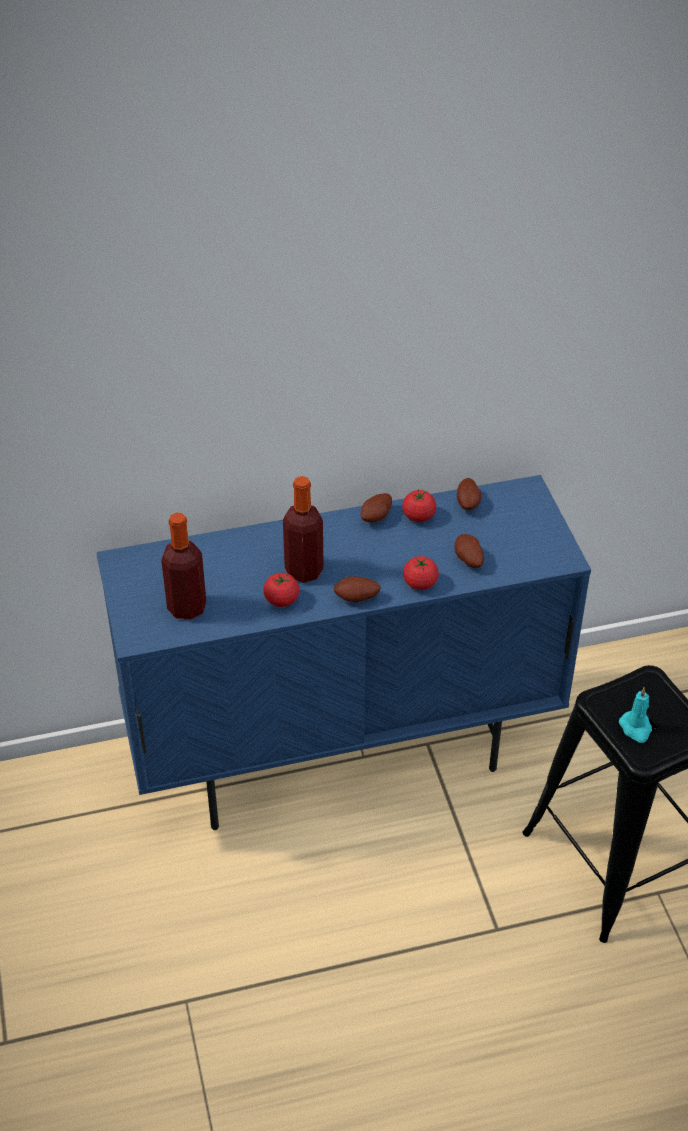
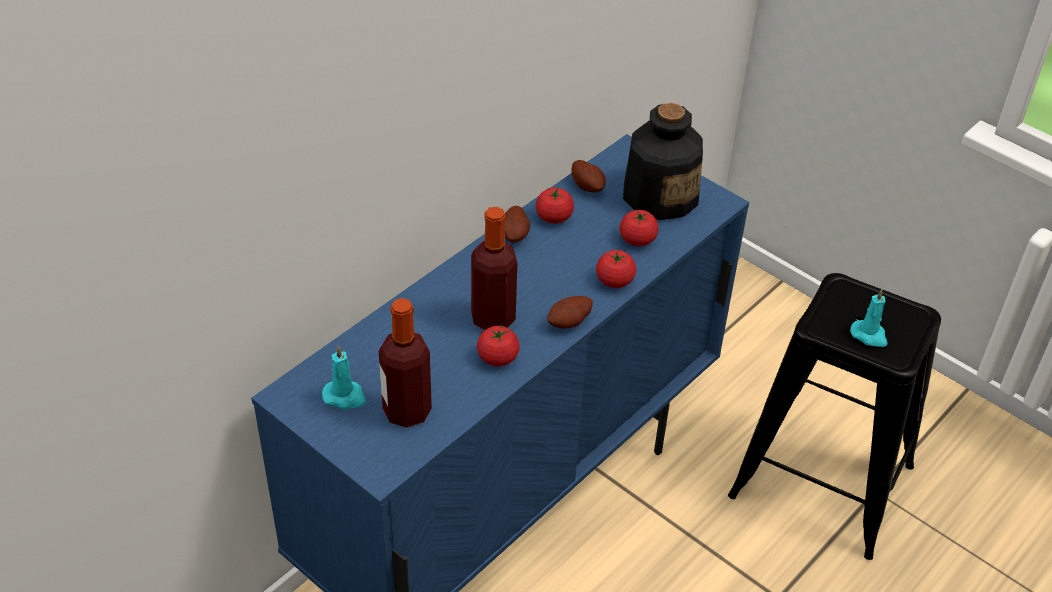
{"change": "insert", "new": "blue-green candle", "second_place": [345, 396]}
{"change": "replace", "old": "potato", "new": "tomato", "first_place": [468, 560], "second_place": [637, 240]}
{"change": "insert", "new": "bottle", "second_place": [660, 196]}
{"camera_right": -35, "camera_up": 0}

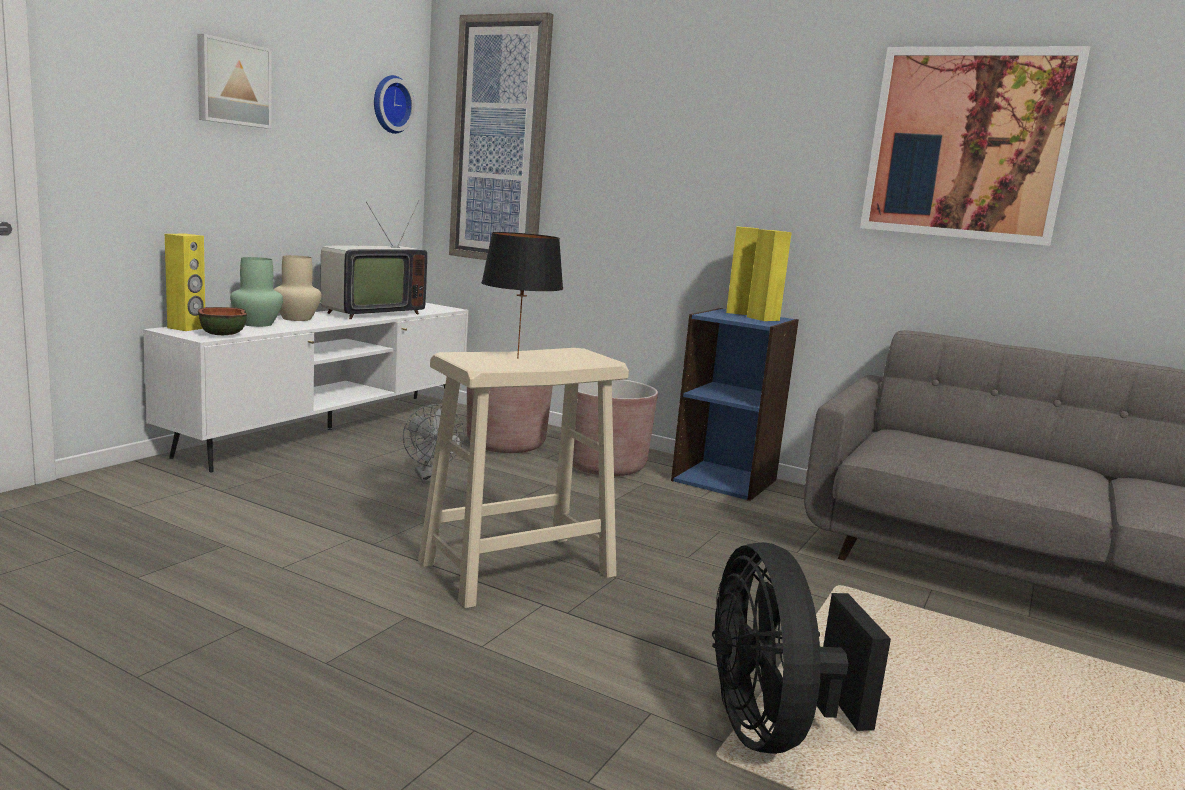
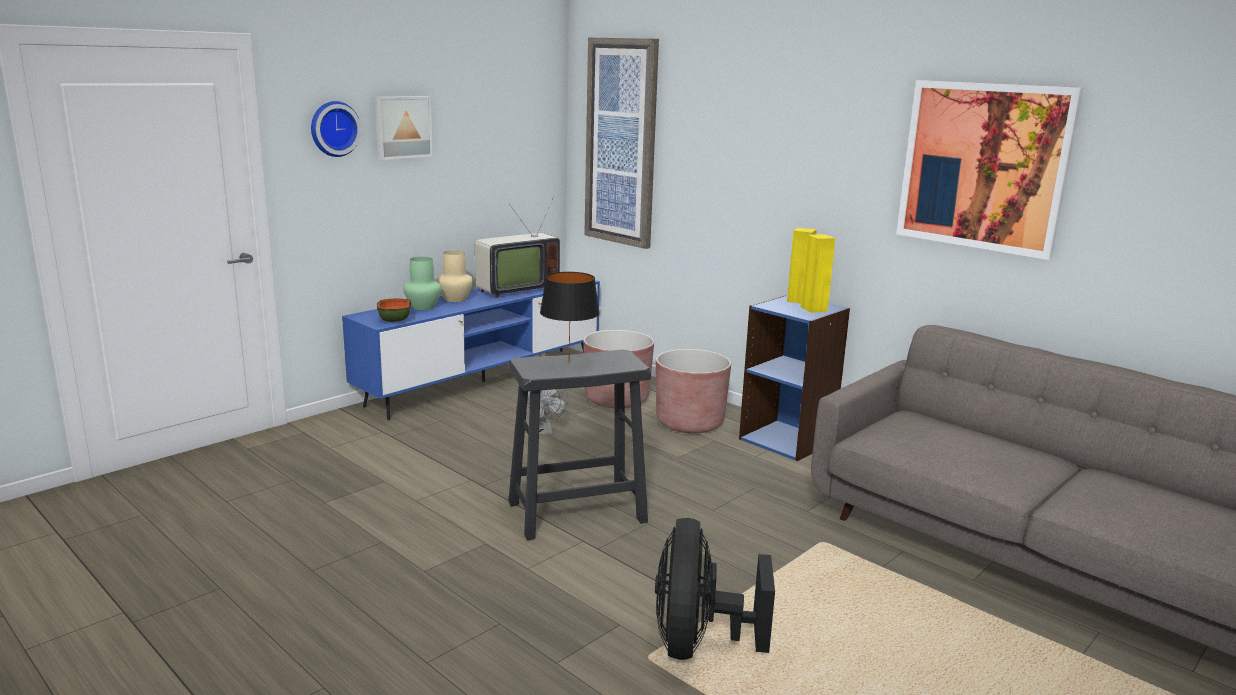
{"change": "move", "old": "wall clock", "first_place": [390, 104], "second_place": [333, 128]}
{"change": "recolor", "old": "white-coloured media console", "new": "blue media console", "first_place": [330, 429], "second_place": [483, 382]}
{"change": "recolor", "old": "beige-coloured stool seat", "new": "black stool seat", "first_place": [518, 569], "second_place": [577, 512]}
{"change": "delete", "old": "yellow loudspeaker", "first_place": [187, 328]}
{"camera_right": 15, "camera_up": 5}

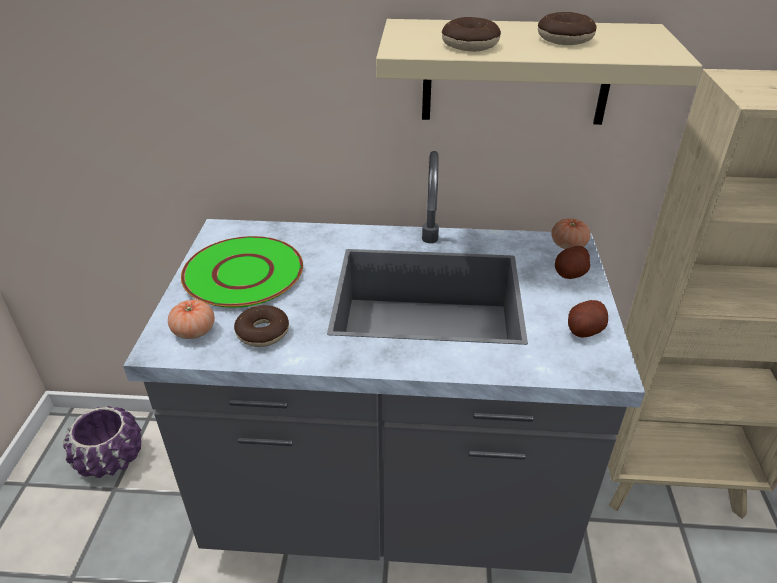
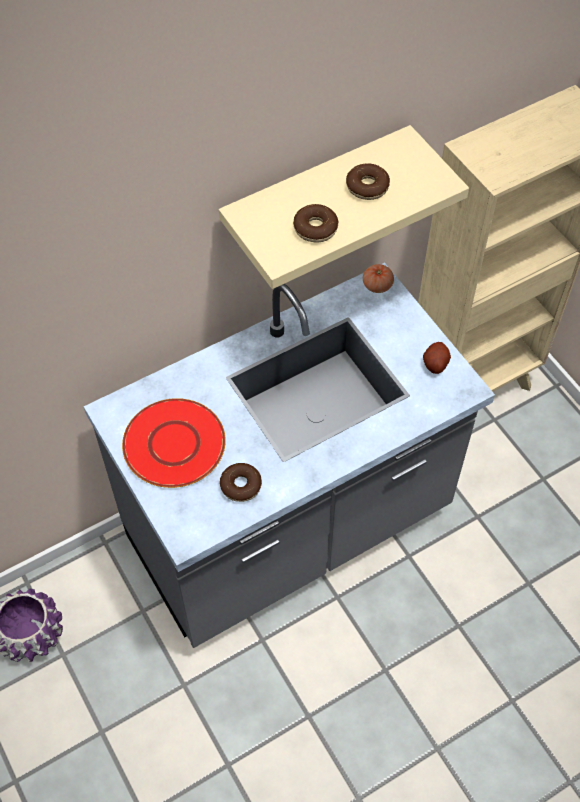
{"change": "recolor", "old": "greenish plate", "new": "reddish plate", "first_place": [243, 273], "second_place": [174, 443]}
{"change": "delete", "old": "tomato", "first_place": [194, 331]}
{"change": "delete", "old": "potato", "first_place": [570, 274]}
{"camera_right": -35, "camera_up": 20}

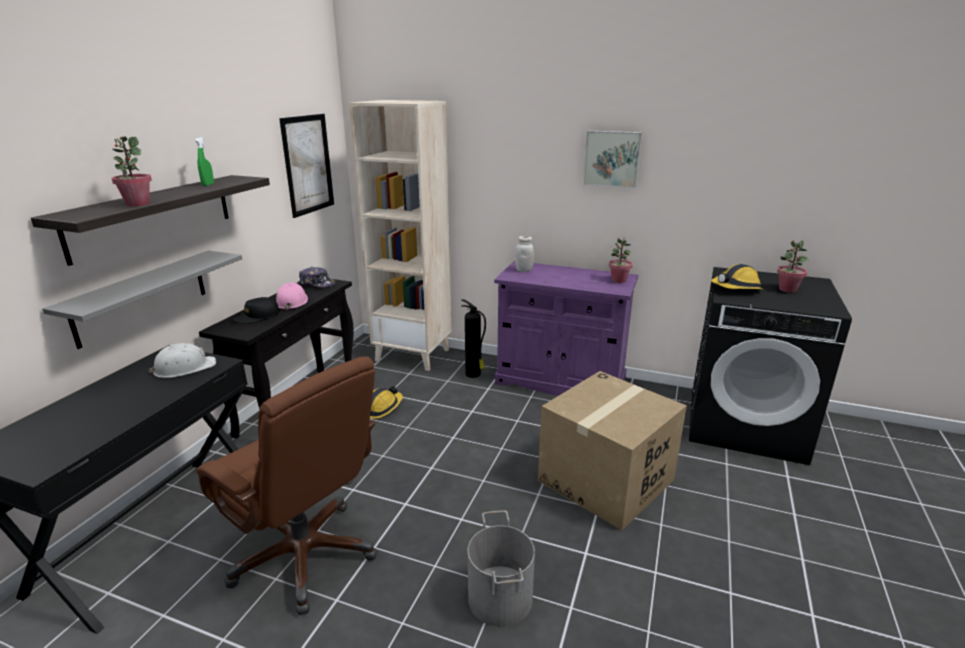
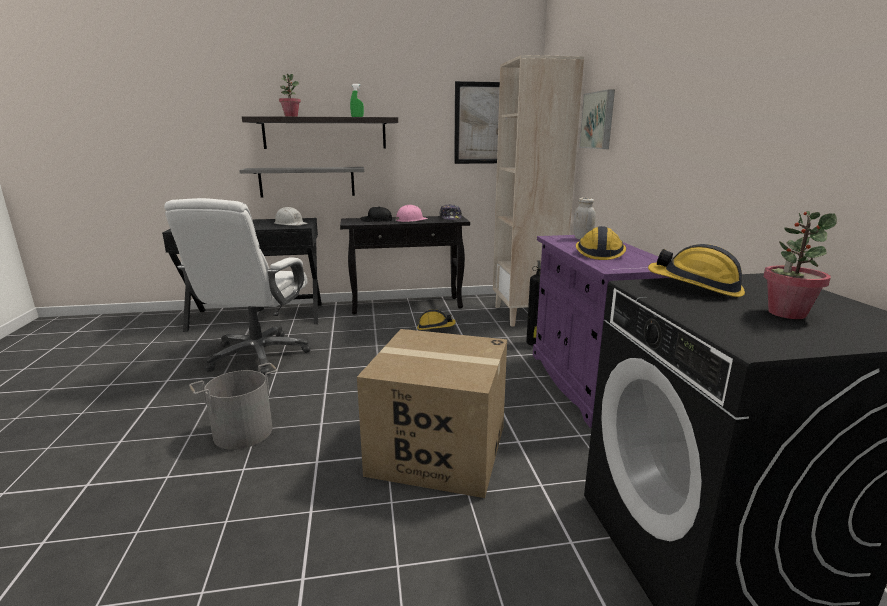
{"change": "recolor", "old": "brownish desk chair", "new": "white-coloured desk chair", "first_place": [305, 555], "second_place": [258, 355]}
{"change": "insert", "new": "safety helmet", "second_place": [599, 253]}
{"change": "move", "old": "wall art", "first_place": [612, 158], "second_place": [599, 120]}
{"change": "delete", "old": "plant in a pot", "first_place": [618, 280]}
{"camera_right": 60, "camera_up": -5}

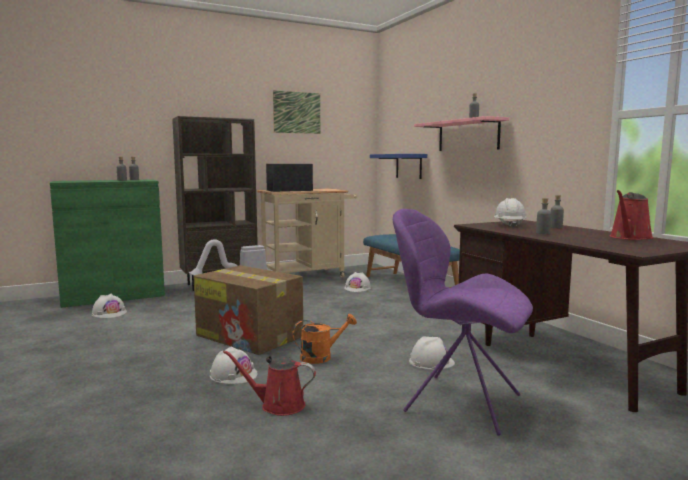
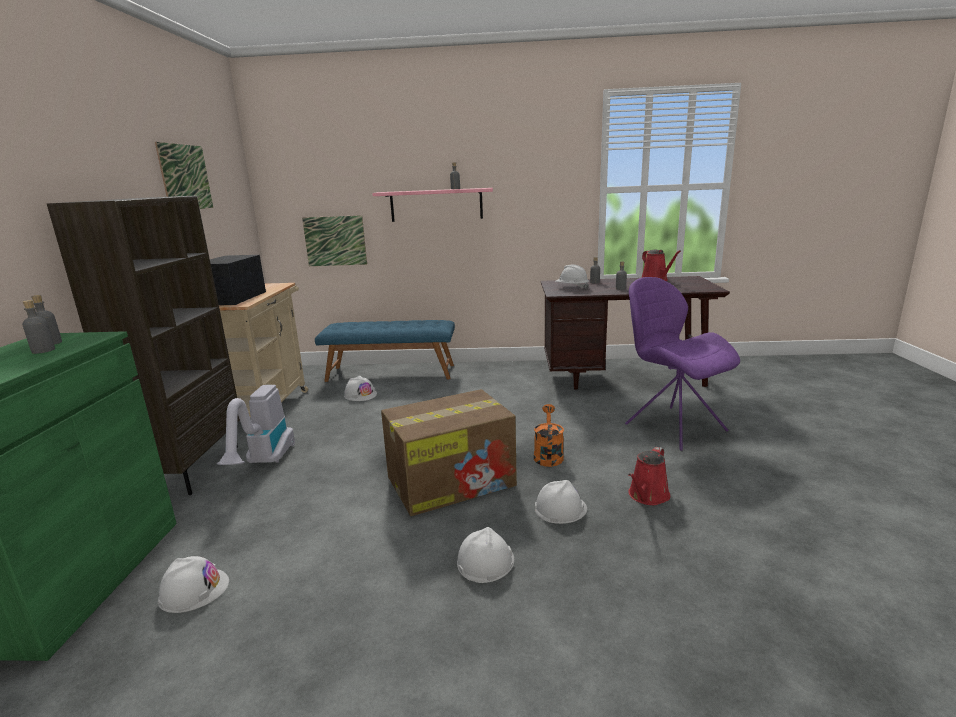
{"change": "replace", "old": "blue bracket shelf", "new": "wall art", "first_place": [408, 166], "second_place": [335, 241]}
{"change": "move", "old": "white-coloured safety helmet", "first_place": [431, 361], "second_place": [485, 561]}
{"change": "rotate", "old": "purple upright chair", "first_place": [458, 402], "second_place": [672, 426], "degrees": 90}
{"camera_right": -60, "camera_up": 10}

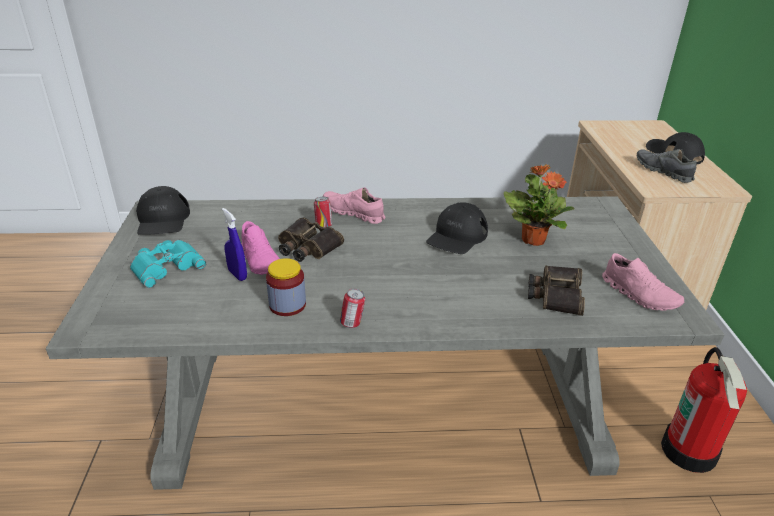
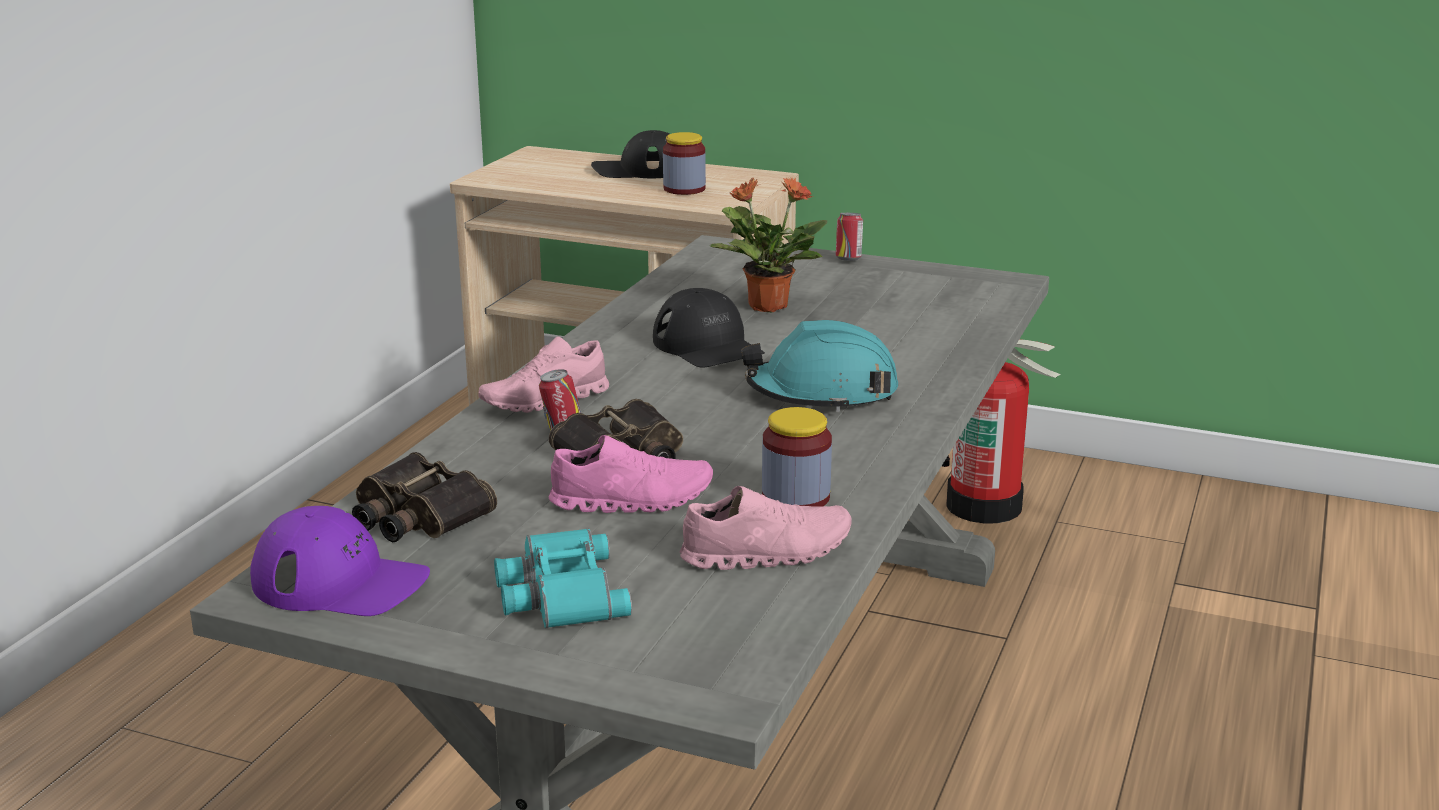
{"change": "recolor", "old": "black peaked cap", "new": "purple peaked cap", "first_place": [163, 219], "second_place": [341, 582]}
{"change": "move", "old": "pair of binoculars", "first_place": [555, 295], "second_place": [416, 515]}
{"change": "replace", "old": "grey shoe", "new": "preserve jar", "first_place": [663, 171], "second_place": [684, 189]}
{"change": "move", "old": "pink-coloured shoe", "first_place": [639, 295], "second_place": [766, 553]}
{"change": "insert", "new": "blue-green safety helmet", "second_place": [822, 393]}
{"change": "move", "old": "can", "first_place": [352, 324], "second_place": [848, 259]}
{"change": "delete", "old": "blue sprayer", "first_place": [237, 275]}
{"camera_right": -65, "camera_up": -10}

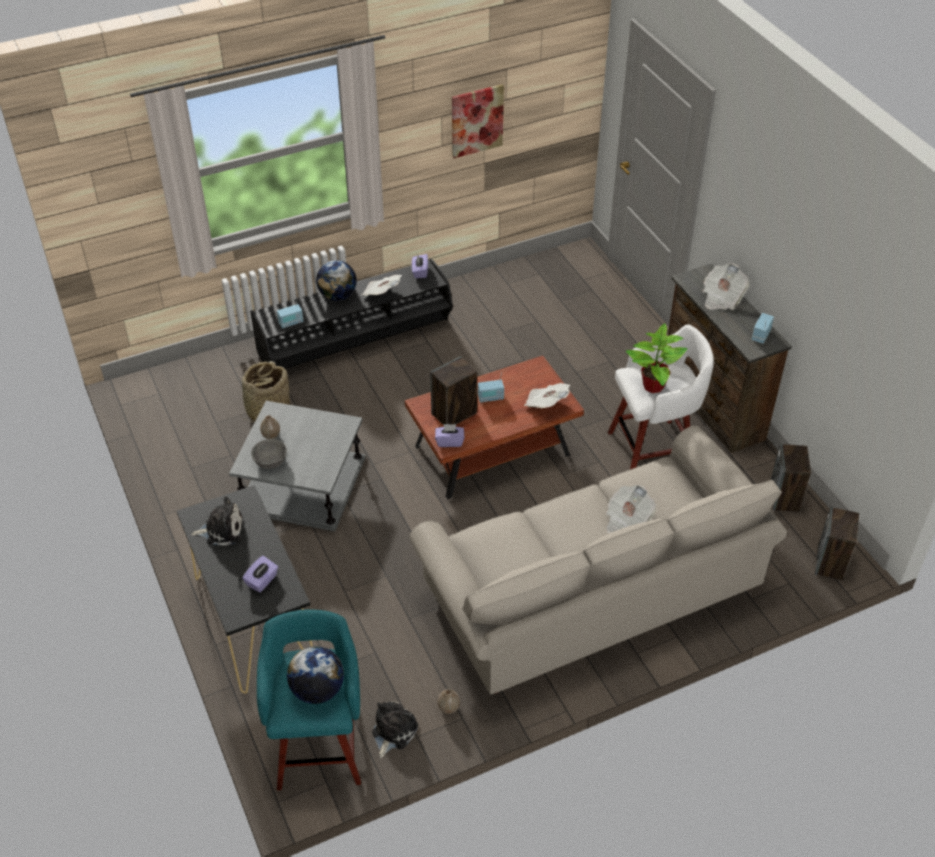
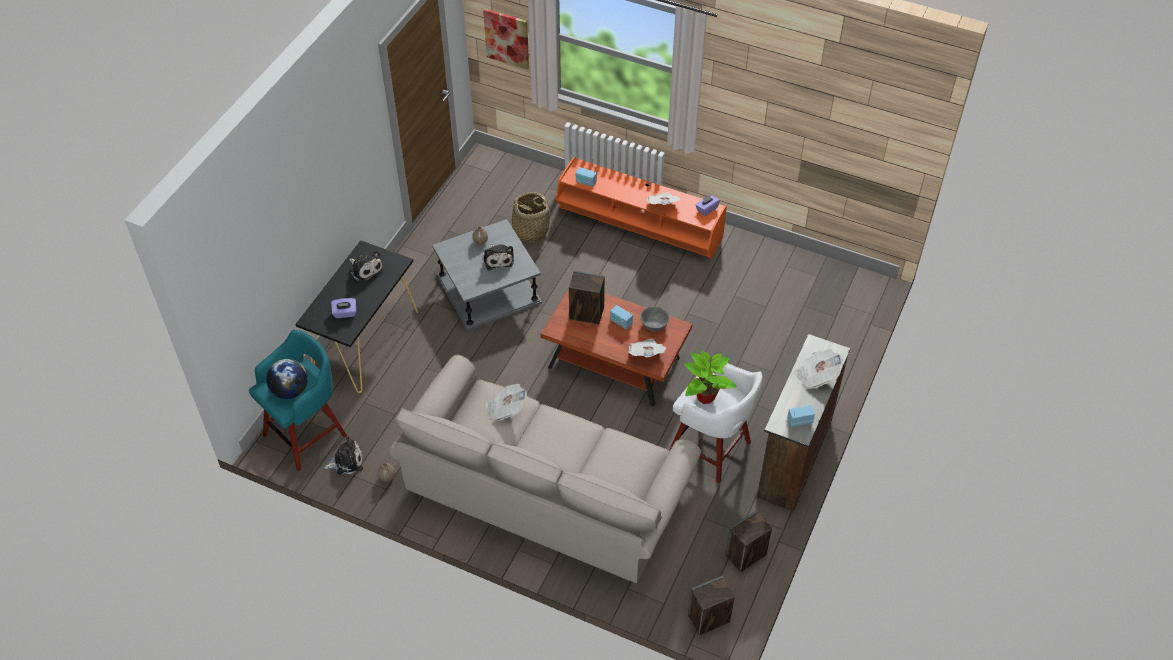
{"change": "move", "old": "wall art", "first_place": [477, 120], "second_place": [507, 38]}
{"change": "insert", "new": "cuddly toy", "second_place": [498, 259]}
{"change": "move", "old": "daily paper", "first_place": [627, 521], "second_place": [506, 408]}
{"change": "recolor", "old": "black media console", "new": "orange-coloured media console", "first_place": [356, 339], "second_place": [639, 226]}
{"change": "move", "old": "grey serving bowl", "first_place": [270, 461], "second_place": [654, 324]}
{"change": "delete", "old": "desk globe", "first_place": [338, 296]}
{"change": "delete", "old": "purple box of tissues", "first_place": [449, 441]}
{"camera_right": 50, "camera_up": 5}

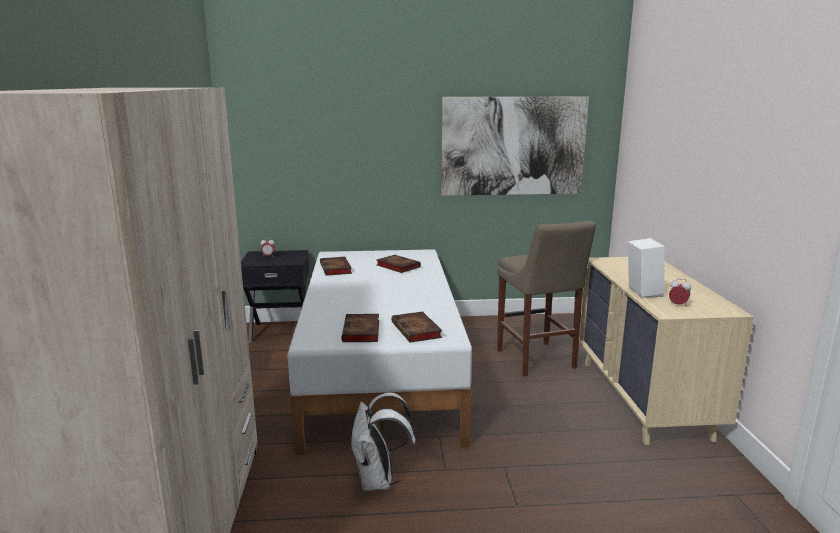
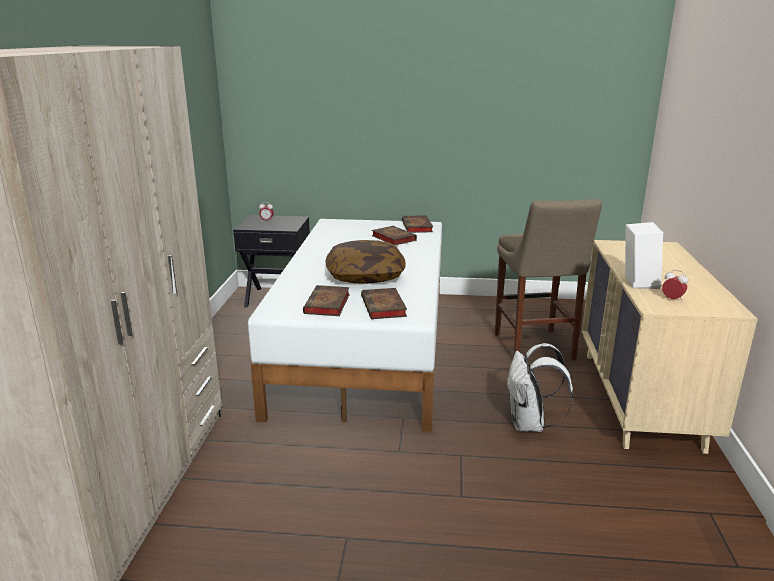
{"change": "insert", "new": "pillow", "second_place": [365, 275]}
{"change": "move", "old": "bound book", "first_place": [336, 269], "second_place": [417, 227]}
{"change": "move", "old": "white-coloured rucksack", "first_place": [379, 481], "second_place": [529, 424]}
{"change": "delete", "old": "wall art", "first_place": [513, 146]}
{"camera_right": 10, "camera_up": 5}

